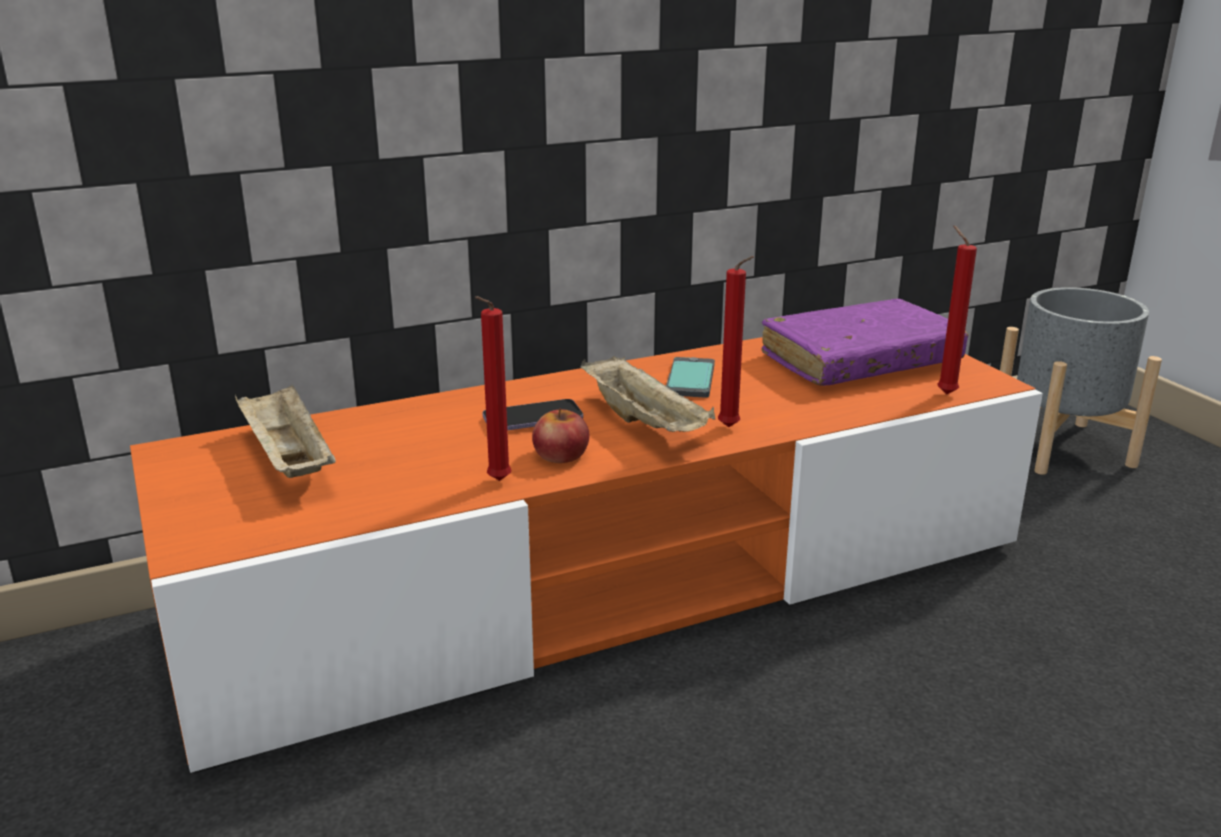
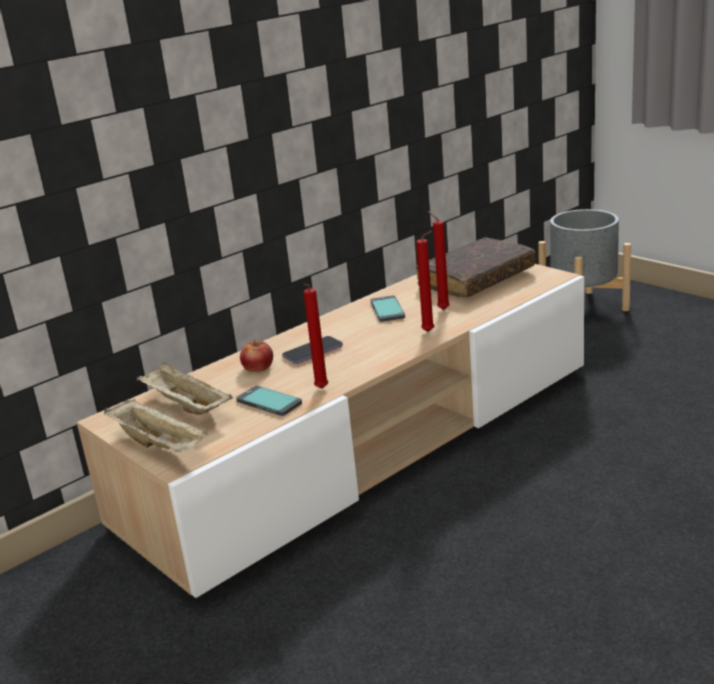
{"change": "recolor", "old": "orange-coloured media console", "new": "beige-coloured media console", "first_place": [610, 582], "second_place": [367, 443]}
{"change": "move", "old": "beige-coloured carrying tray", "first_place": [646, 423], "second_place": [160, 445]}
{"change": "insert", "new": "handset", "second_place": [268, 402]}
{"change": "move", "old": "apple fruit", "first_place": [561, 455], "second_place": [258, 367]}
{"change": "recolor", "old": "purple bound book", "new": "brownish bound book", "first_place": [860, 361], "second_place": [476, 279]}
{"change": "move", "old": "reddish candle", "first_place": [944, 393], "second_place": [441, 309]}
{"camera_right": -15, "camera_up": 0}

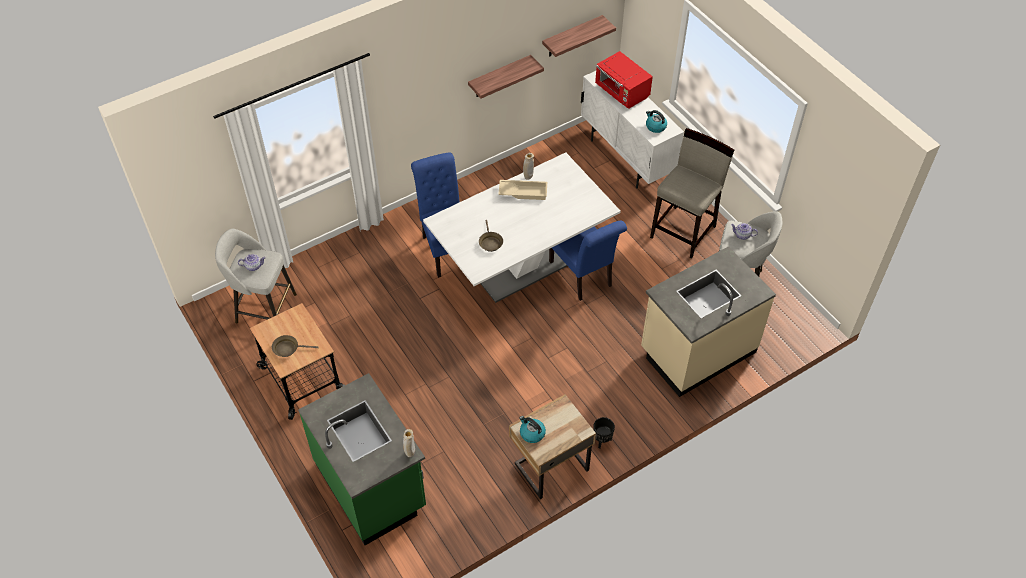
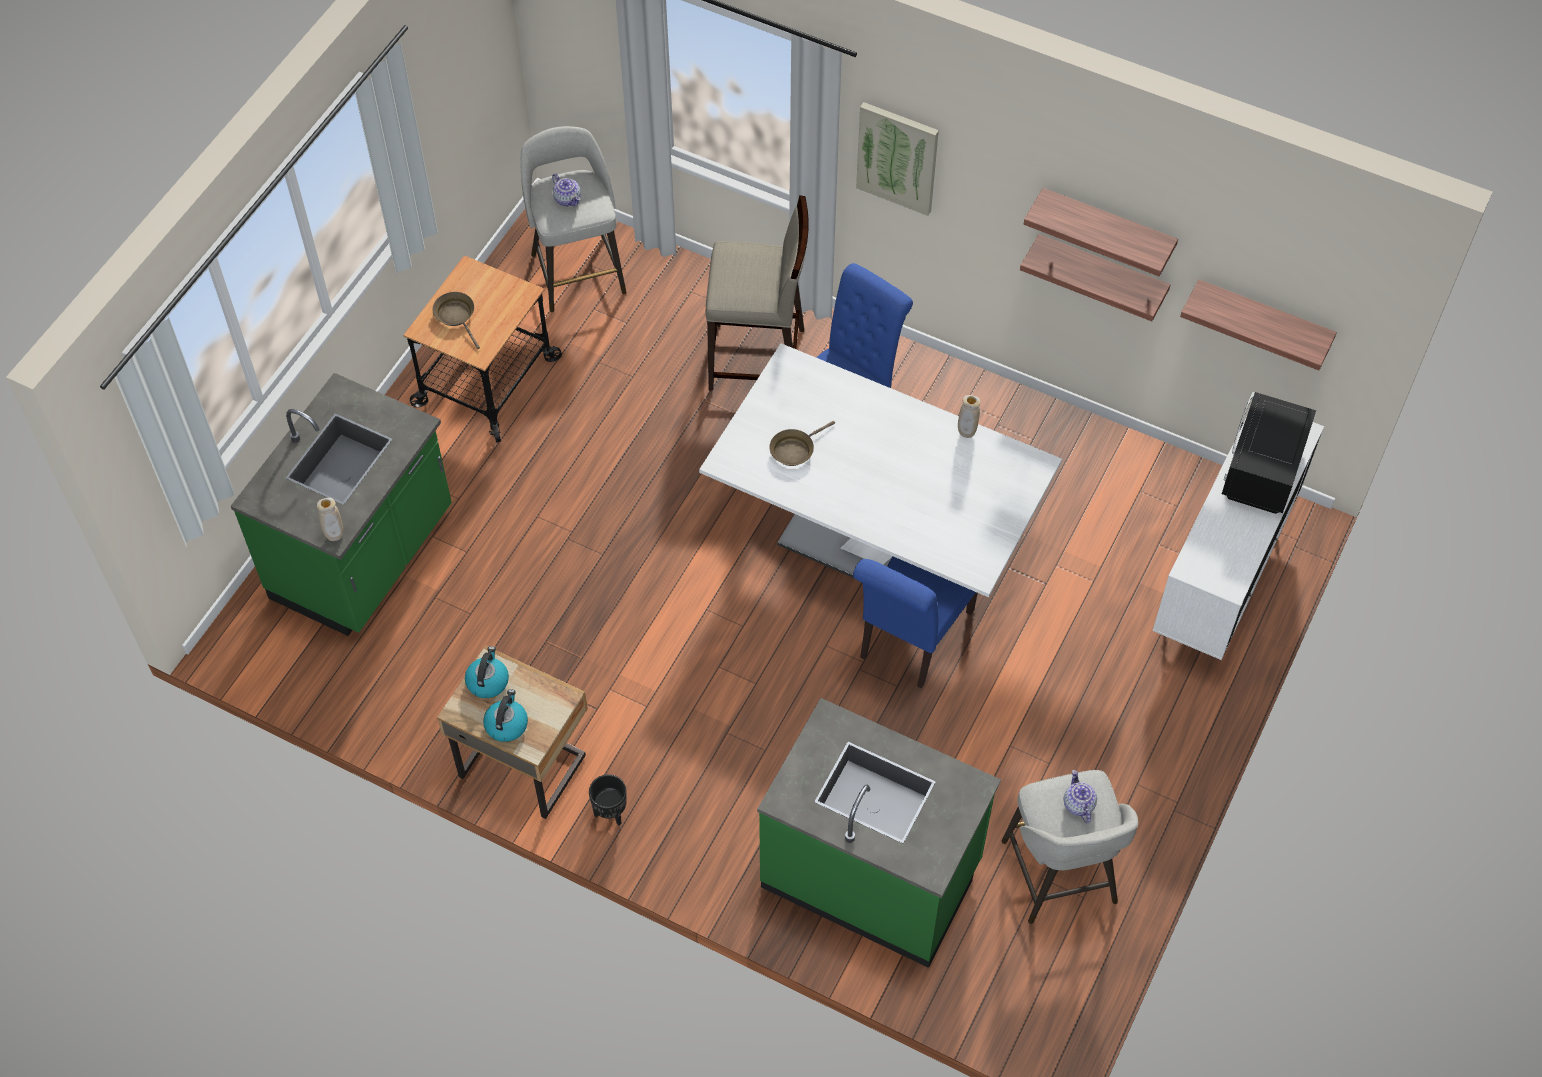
{"change": "move", "old": "tea kettle", "first_place": [655, 126], "second_place": [506, 724]}
{"change": "move", "old": "beige-coloured stool seat", "first_place": [684, 231], "second_place": [758, 360]}
{"change": "recolor", "old": "beige-coloured kitchen base unit", "new": "greenish kitchen base unit", "first_place": [697, 350], "second_place": [872, 874]}
{"change": "insert", "new": "wall art", "second_place": [897, 157]}
{"change": "insert", "new": "bracket shelf", "second_place": [1106, 228]}
{"change": "recolor", "old": "reddish microwave oven", "new": "black microwave oven", "first_place": [622, 93], "second_place": [1260, 472]}
{"change": "delete", "old": "beige-coloured carrying tray", "first_place": [523, 191]}
{"camera_right": 60, "camera_up": 5}

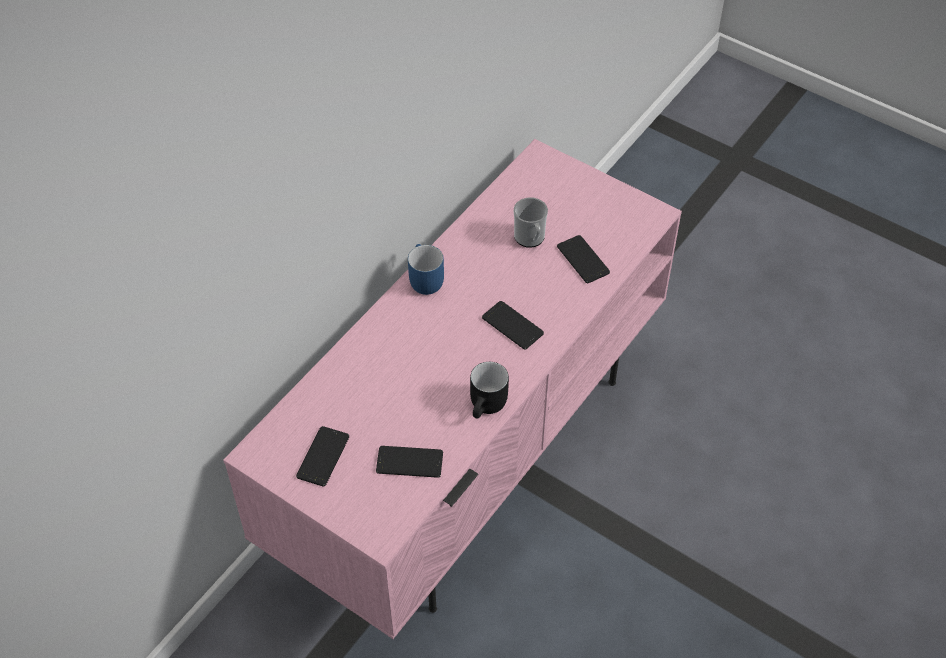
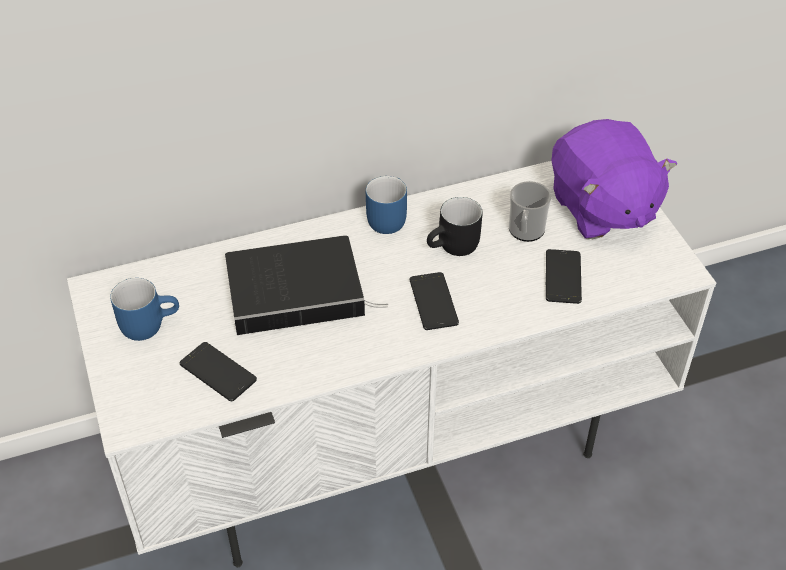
{"change": "recolor", "old": "pink-coloured media console", "new": "white-coloured media console", "first_place": [469, 451], "second_place": [393, 439]}
{"change": "replace", "old": "handset", "new": "blue tea mug", "first_place": [323, 456], "second_place": [148, 323]}
{"change": "insert", "new": "bound book", "second_place": [299, 290]}
{"change": "move", "old": "black tea mug", "first_place": [488, 406], "second_place": [455, 248]}
{"change": "insert", "new": "purple cuddly toy", "second_place": [601, 208]}
{"camera_right": 35, "camera_up": -5}

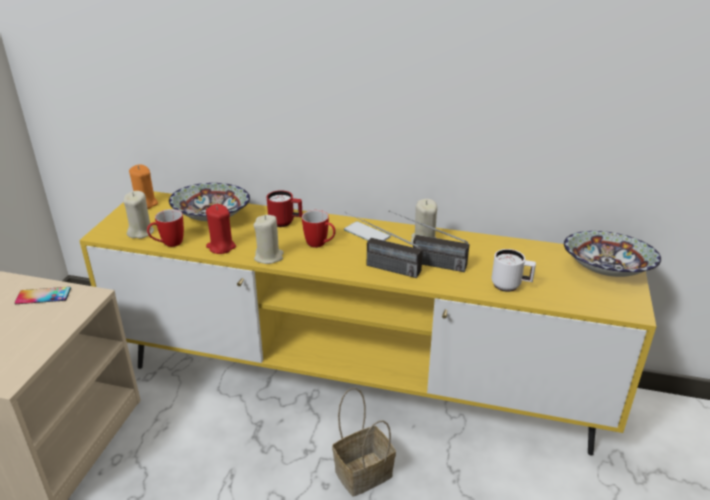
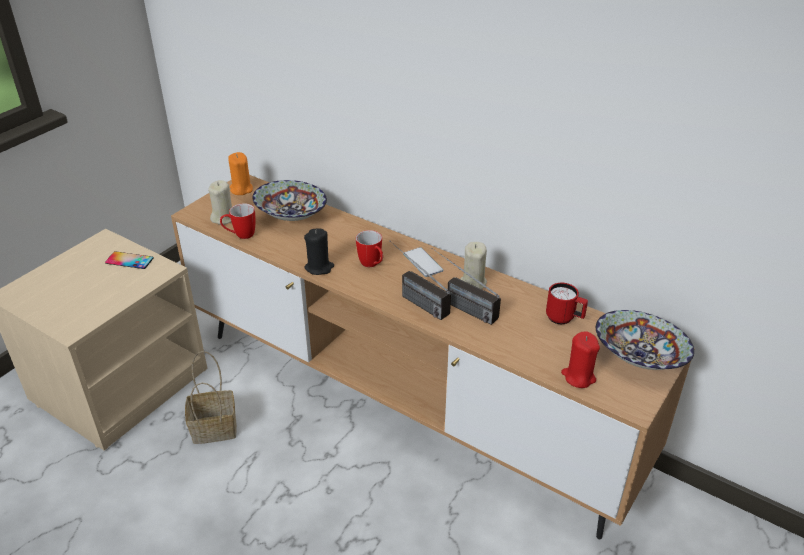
{"change": "recolor", "old": "yellow media console", "new": "brownish media console", "first_place": [355, 382], "second_place": [403, 401]}
{"change": "move", "old": "storage basket", "first_place": [364, 472], "second_place": [216, 428]}
{"change": "recolor", "old": "beige-coloured candle", "new": "black candle", "first_place": [269, 257], "second_place": [319, 267]}
{"change": "move", "old": "reddish tea mug", "first_place": [285, 222], "second_place": [564, 319]}
{"change": "move", "old": "reddish candle", "first_place": [221, 247], "second_place": [578, 377]}
{"change": "delete", "old": "white-coloured tea mug", "first_place": [510, 286]}
{"camera_right": 20, "camera_up": 5}

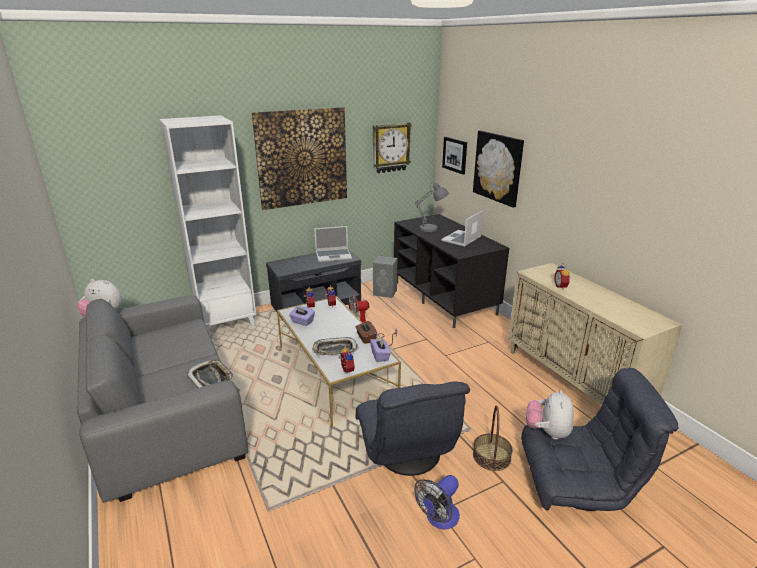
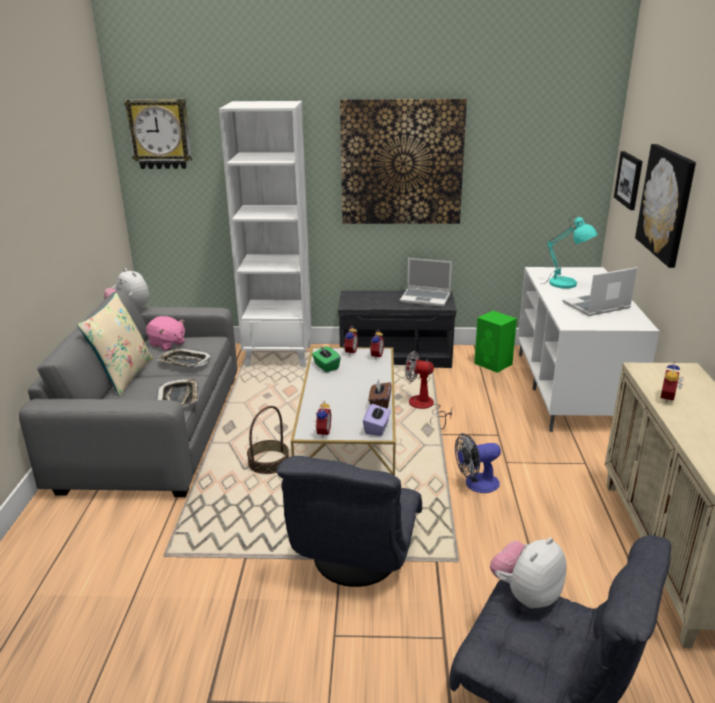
{"change": "insert", "new": "beige-coloured pillow", "second_place": [123, 376]}
{"change": "move", "old": "wall clock", "first_place": [390, 147], "second_place": [160, 134]}
{"change": "insert", "new": "pink-coloured cuddly toy", "second_place": [167, 344]}
{"change": "move", "old": "carrying tray", "first_place": [335, 350], "second_place": [185, 362]}
{"change": "move", "old": "storage basket", "first_place": [491, 456], "second_place": [268, 463]}
{"change": "recolor", "old": "purple box of tissues", "new": "greenish box of tissues", "first_place": [302, 322], "second_place": [326, 366]}
{"change": "move", "old": "fan", "first_place": [439, 519], "second_place": [476, 484]}
{"change": "recolor", "old": "grey loudspeaker", "new": "greenish loudspeaker", "first_place": [385, 292], "second_place": [494, 364]}
{"change": "recolor", "old": "black media console", "new": "white-coloured media console", "first_place": [445, 298], "second_place": [572, 390]}
{"change": "recolor", "old": "grey tabletop lamp", "new": "blue-green tabletop lamp", "first_place": [431, 229], "second_place": [566, 284]}
{"camera_right": 30, "camera_up": 0}

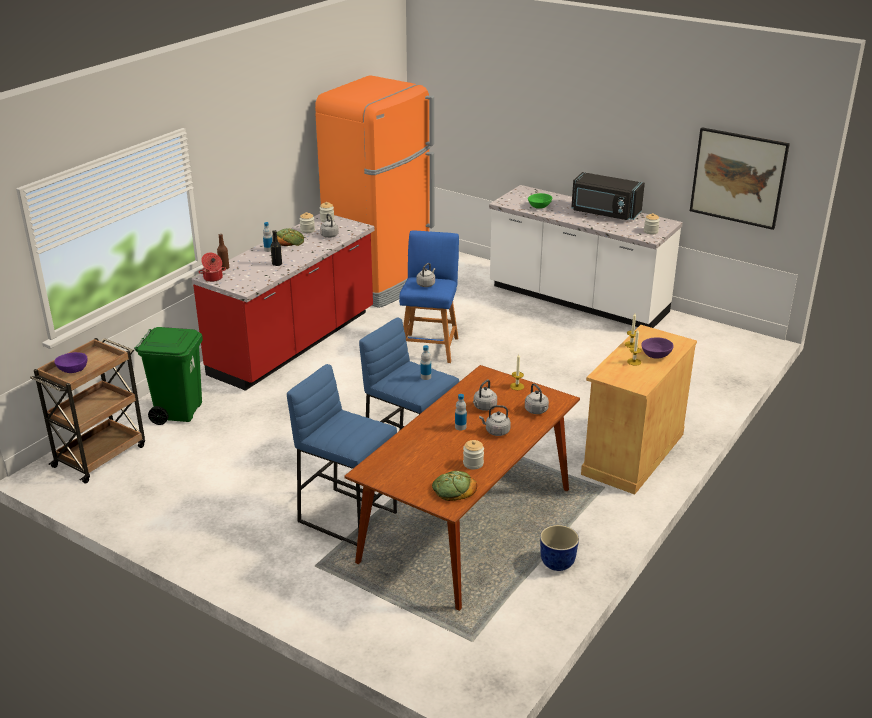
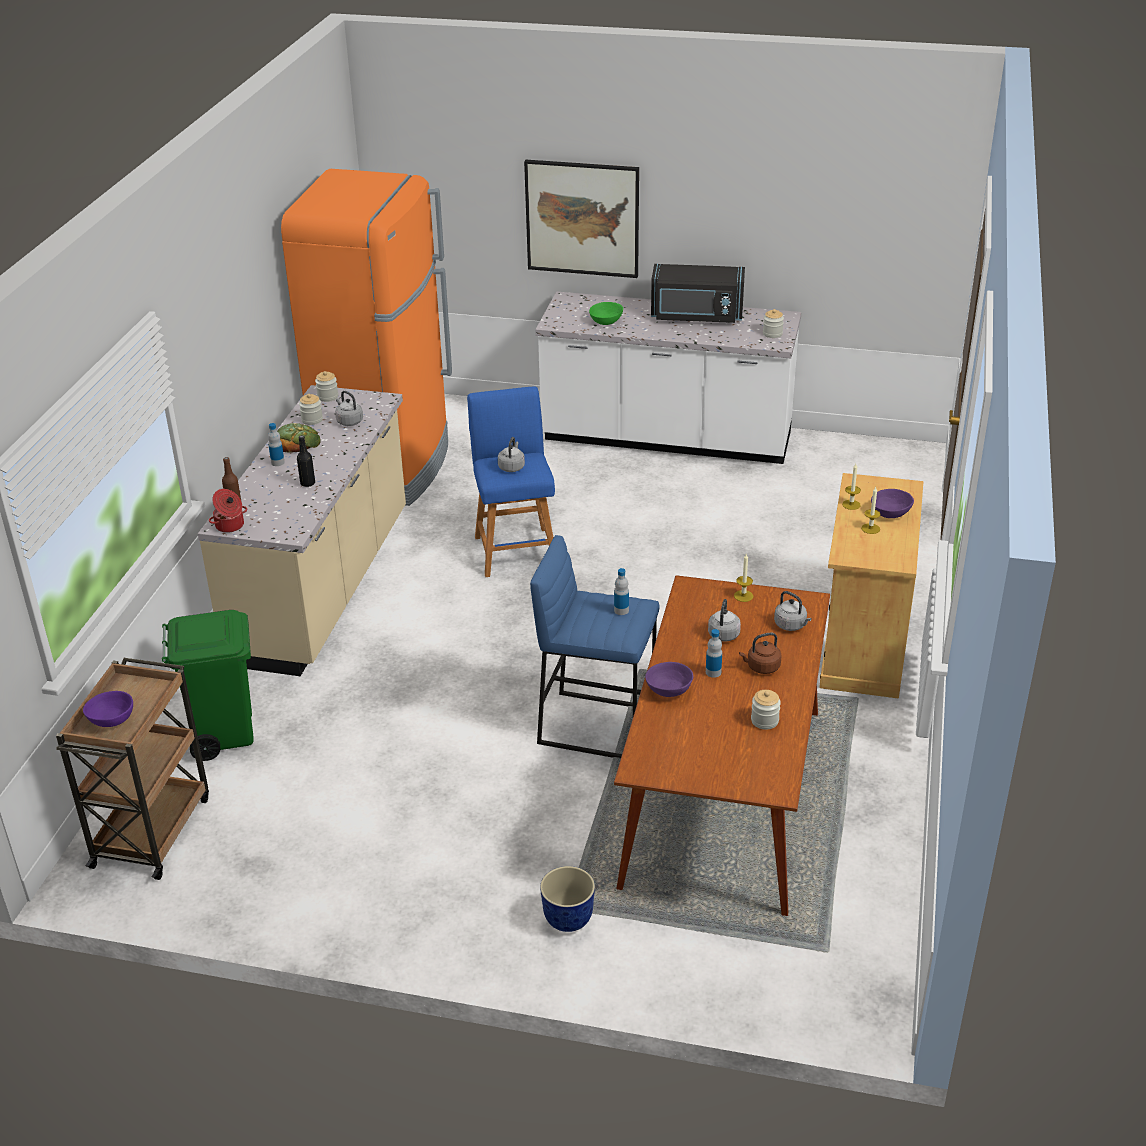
{"change": "recolor", "old": "reddish kitchen base unit", "new": "beige-coloured kitchen base unit", "first_place": [295, 344], "second_place": [324, 587]}
{"change": "move", "old": "wall art", "first_place": [738, 177], "second_place": [582, 218]}
{"change": "move", "old": "plant pot", "first_place": [557, 563], "second_place": [567, 920]}
{"change": "insert", "new": "purple serving bowl", "second_place": [670, 690]}
{"change": "recolor", "old": "grey tea kettle", "new": "brownish tea kettle", "first_place": [496, 431], "second_place": [761, 667]}
{"change": "delete", "old": "blue stool seat", "first_place": [348, 517]}
{"change": "delete", "old": "bakery bread", "first_place": [453, 489]}
{"camera_right": -20, "camera_up": 5}

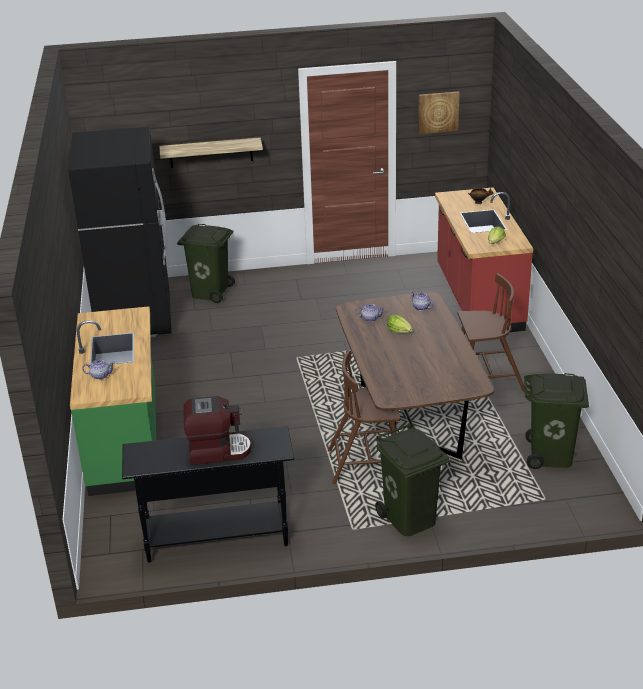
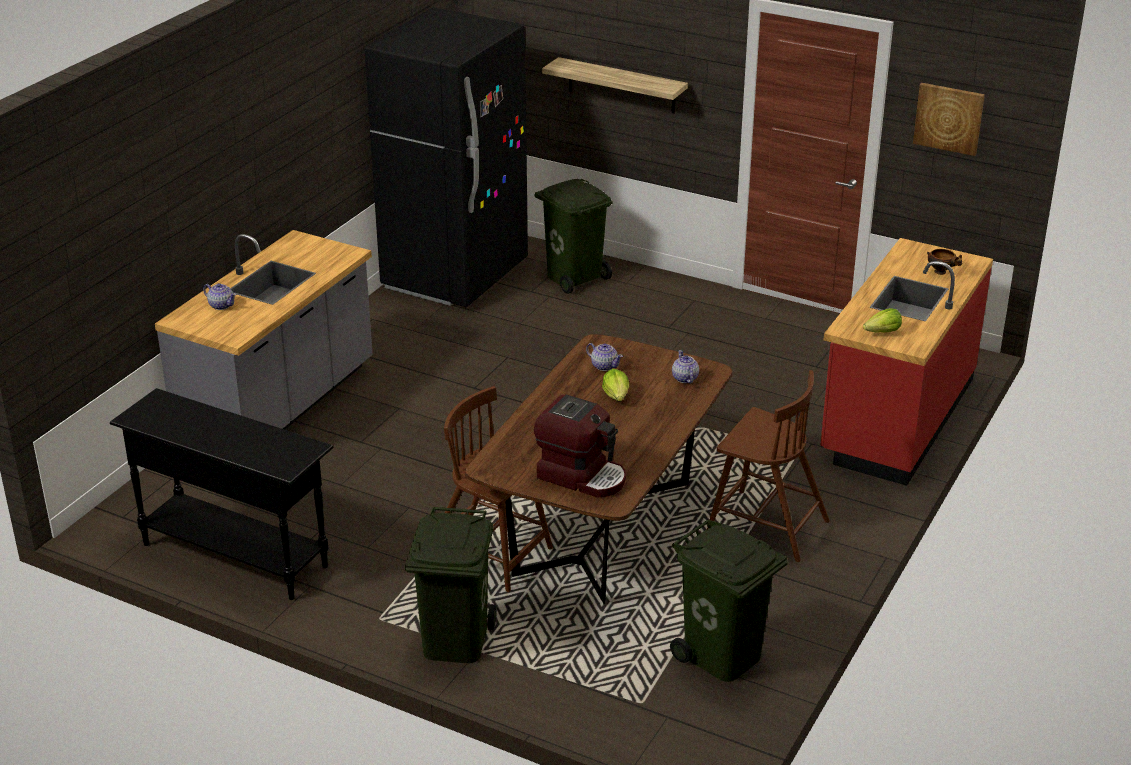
{"change": "recolor", "old": "greenish kitchen base unit", "new": "grey kitchen base unit", "first_place": [126, 441], "second_place": [280, 408]}
{"change": "move", "old": "coffee machine", "first_place": [218, 450], "second_place": [582, 476]}
{"camera_right": 35, "camera_up": 0}

